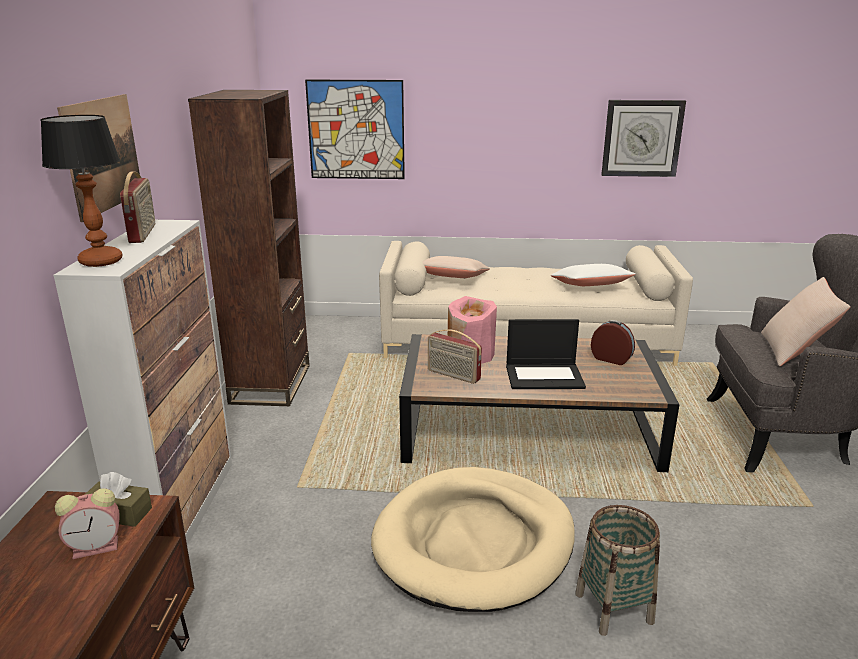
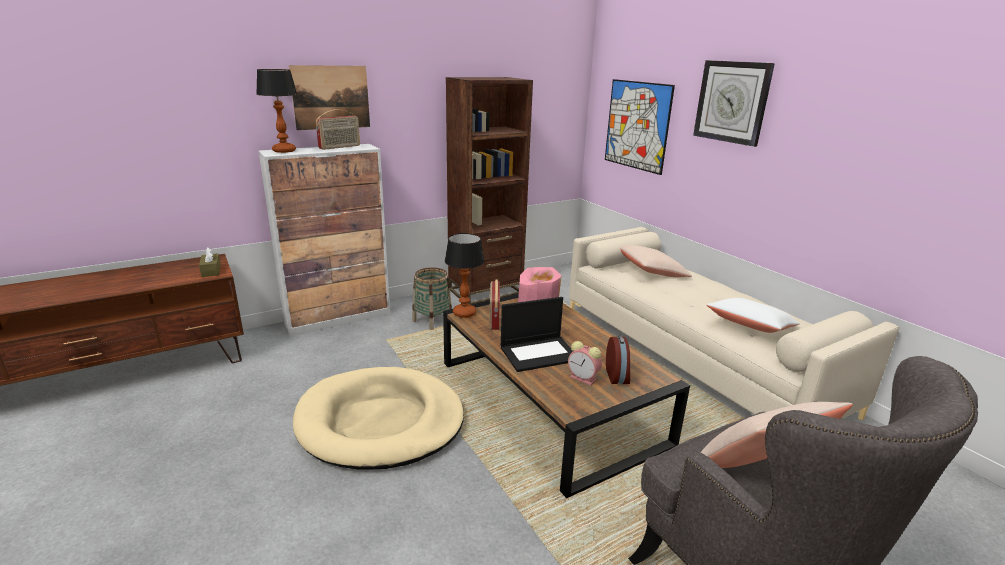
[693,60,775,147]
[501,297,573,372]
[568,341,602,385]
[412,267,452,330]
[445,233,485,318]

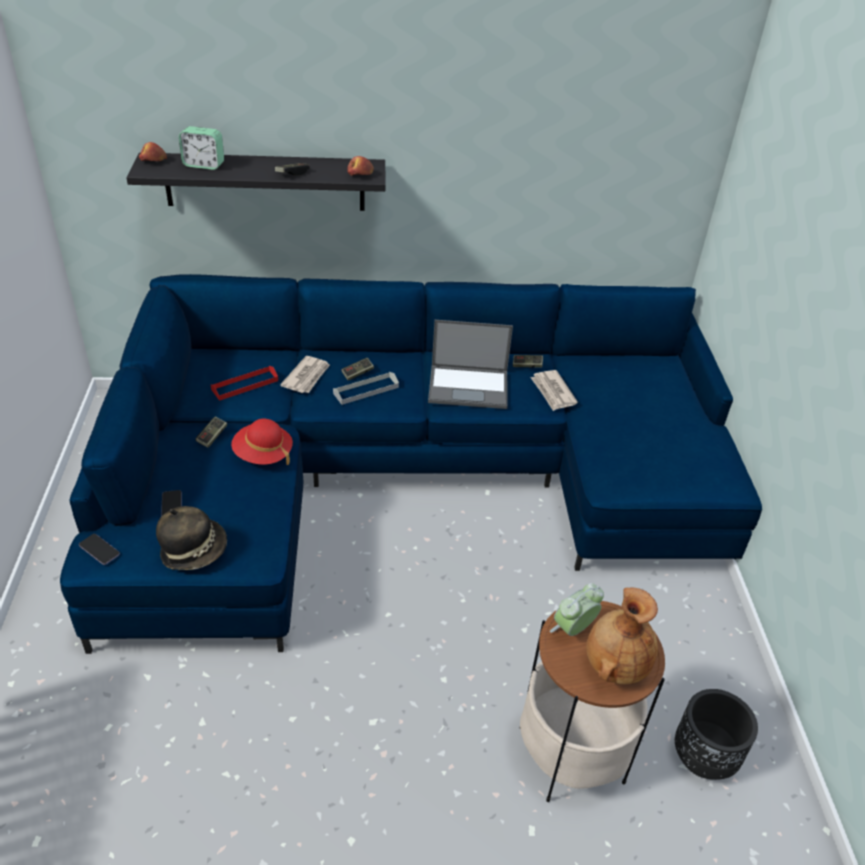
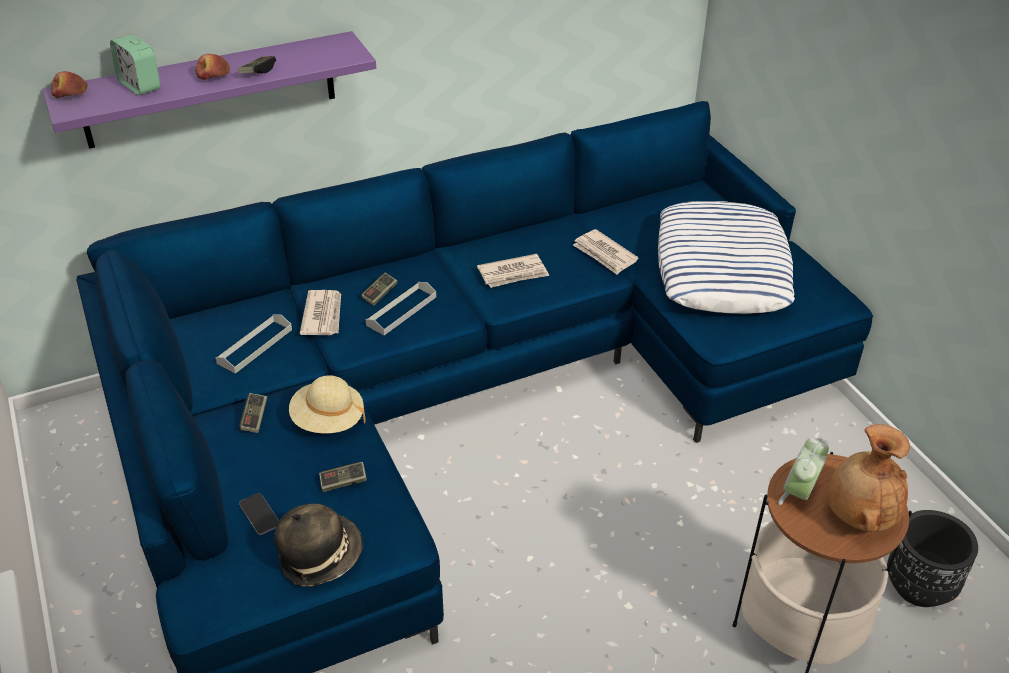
[110,35,160,95]
[42,31,376,149]
[195,54,230,80]
[477,254,549,288]
[319,462,367,492]
[215,315,292,374]
[289,375,366,433]
[79,534,120,565] (first image)
[658,201,795,314]

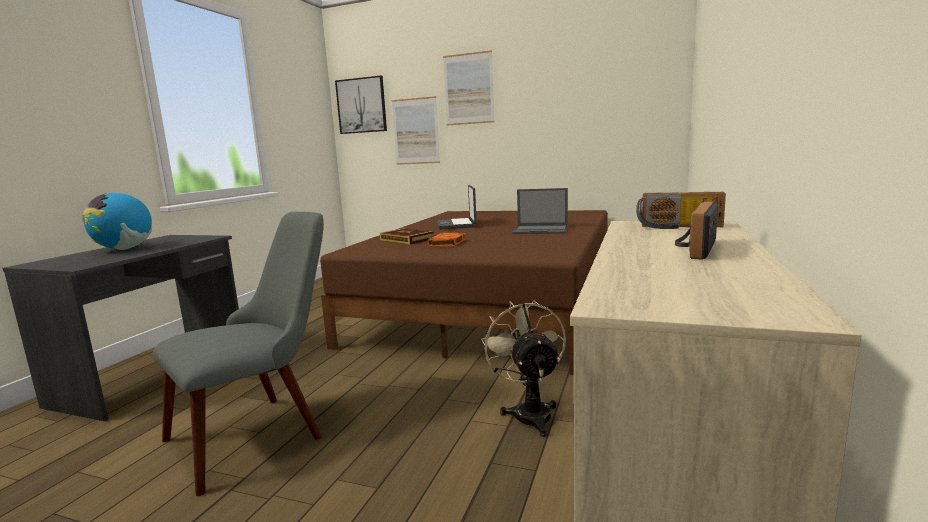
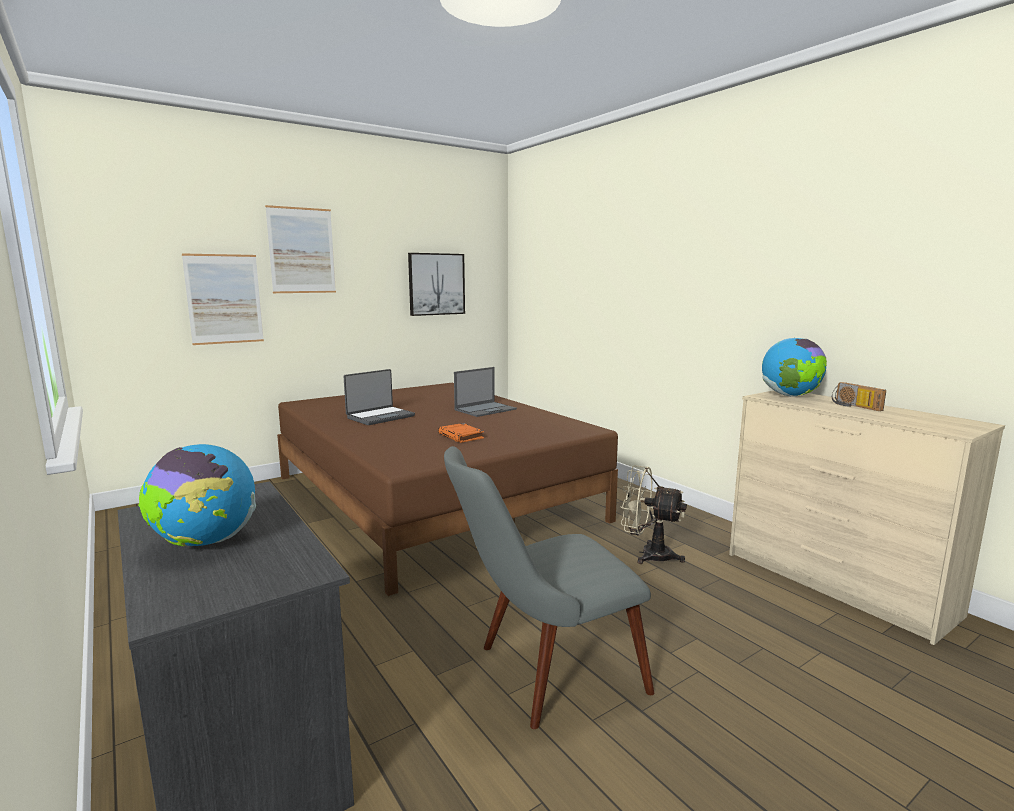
[408,253,465,316]
[343,369,415,425]
[762,338,827,397]
[444,446,654,729]
[380,228,434,244] (first image)

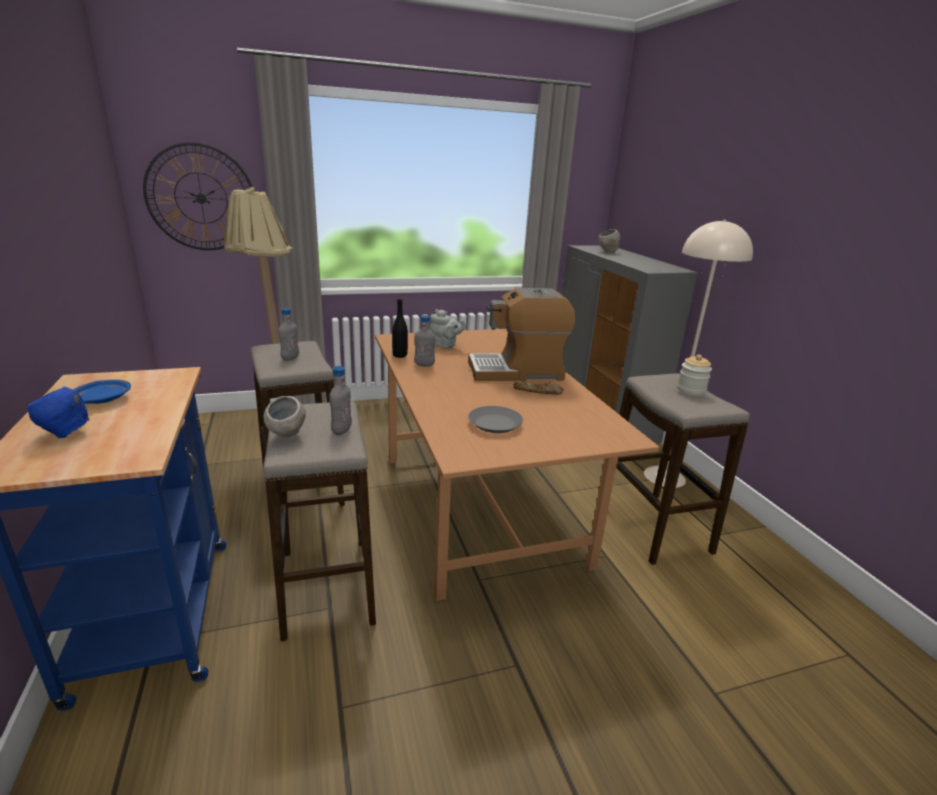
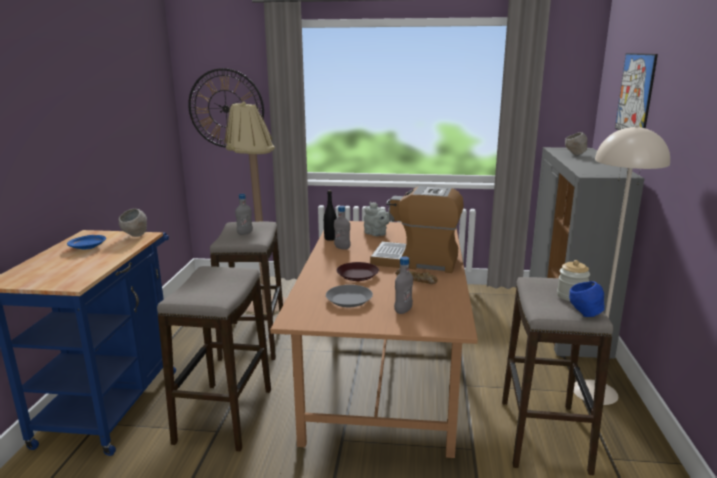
[394,256,413,314]
[569,281,605,317]
[119,208,147,237]
[615,53,658,130]
[337,262,379,281]

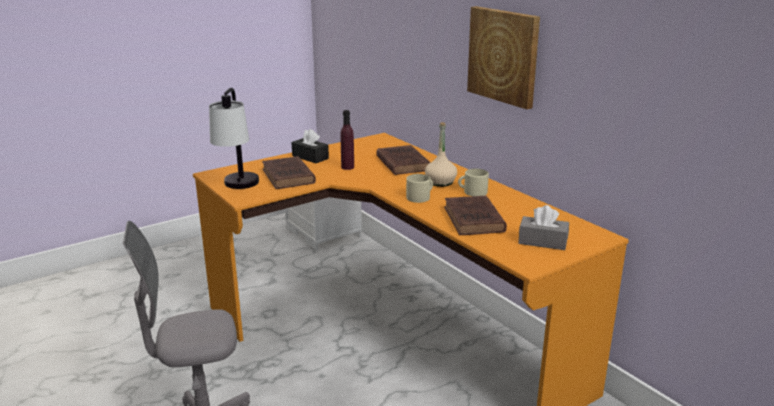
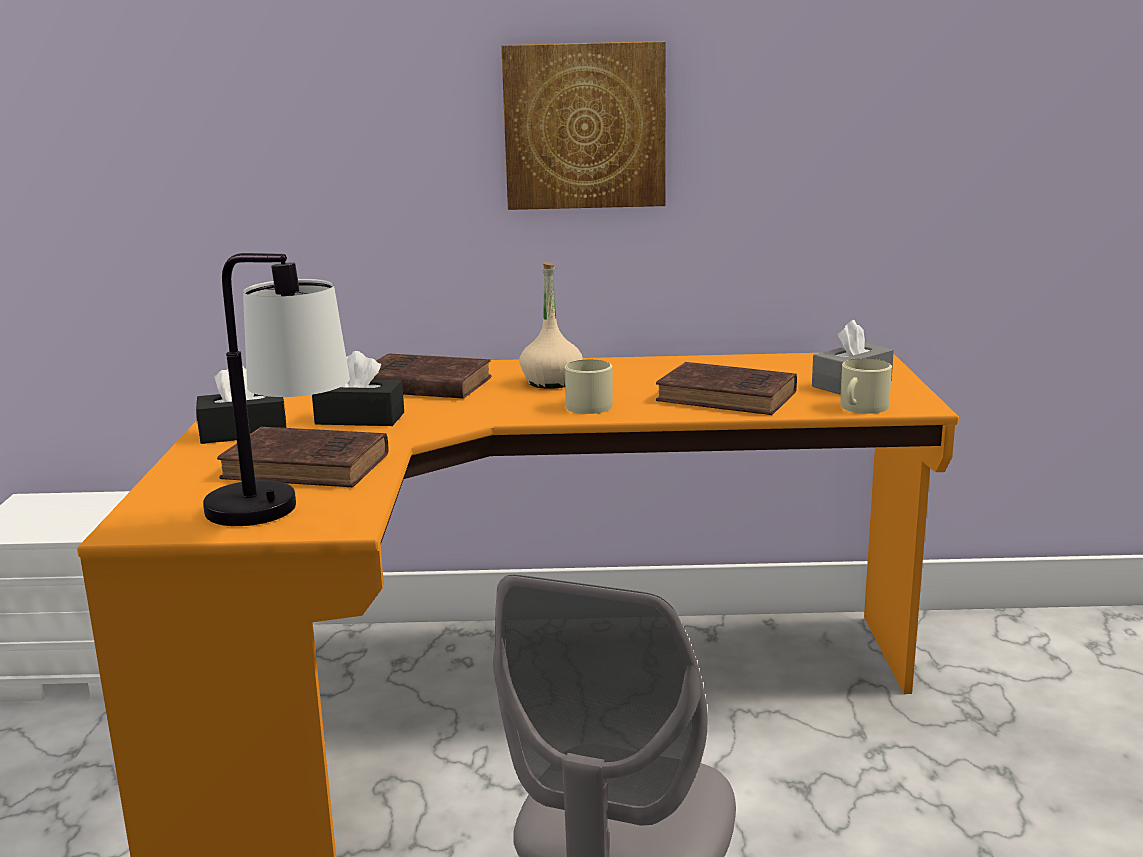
[312,351,404,426]
[840,358,892,414]

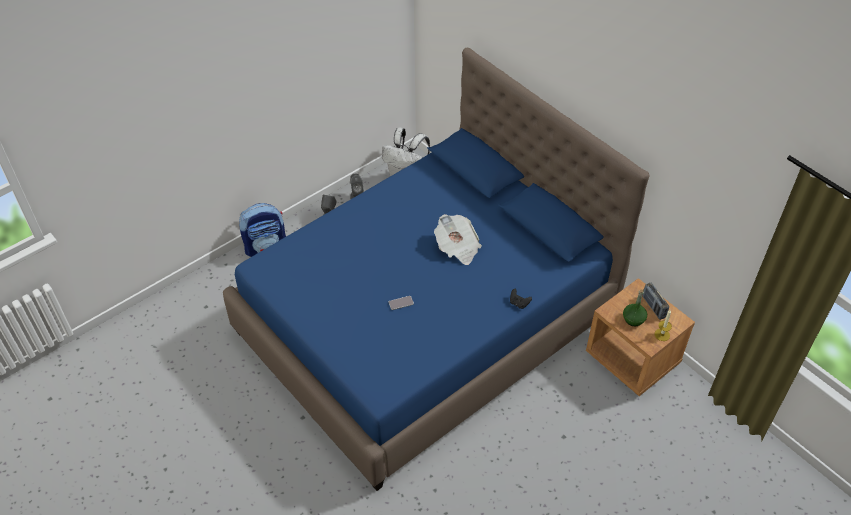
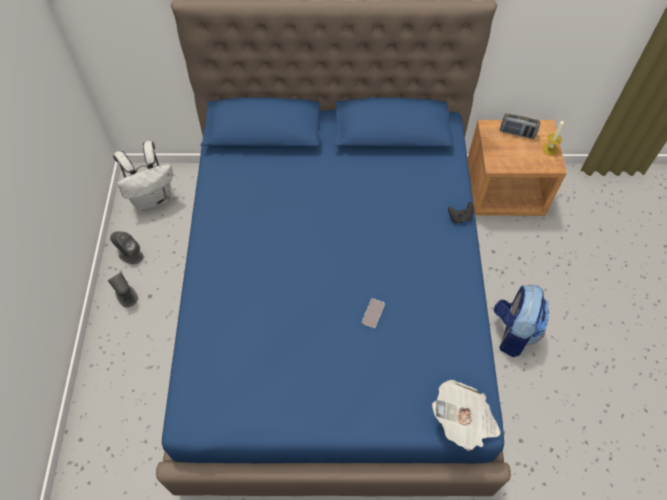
[494,284,549,357]
[432,380,501,451]
[623,290,647,326] (first image)

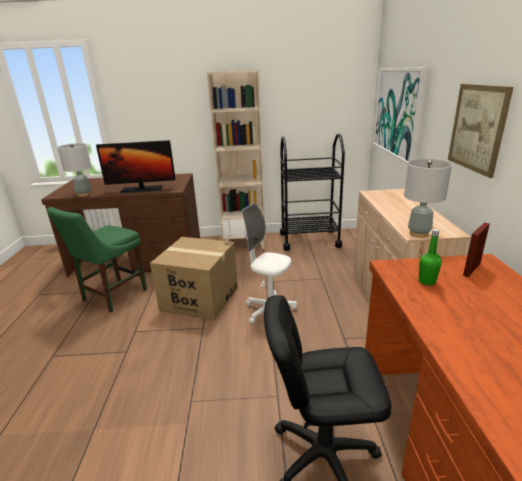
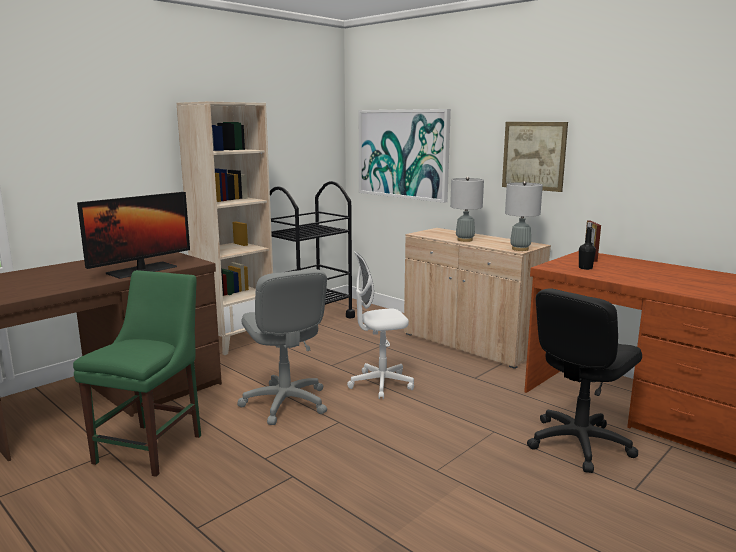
[450,177,484,242]
[73,270,201,477]
[579,222,596,270]
[237,269,327,425]

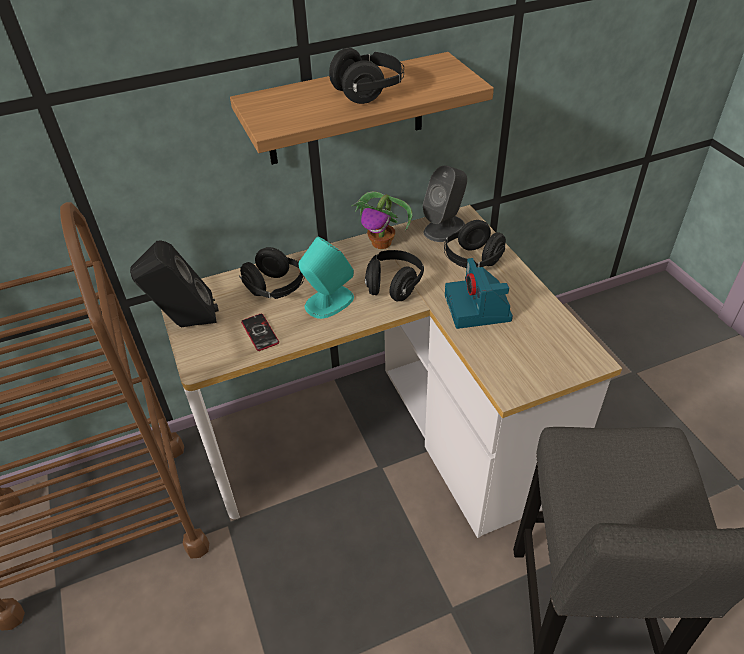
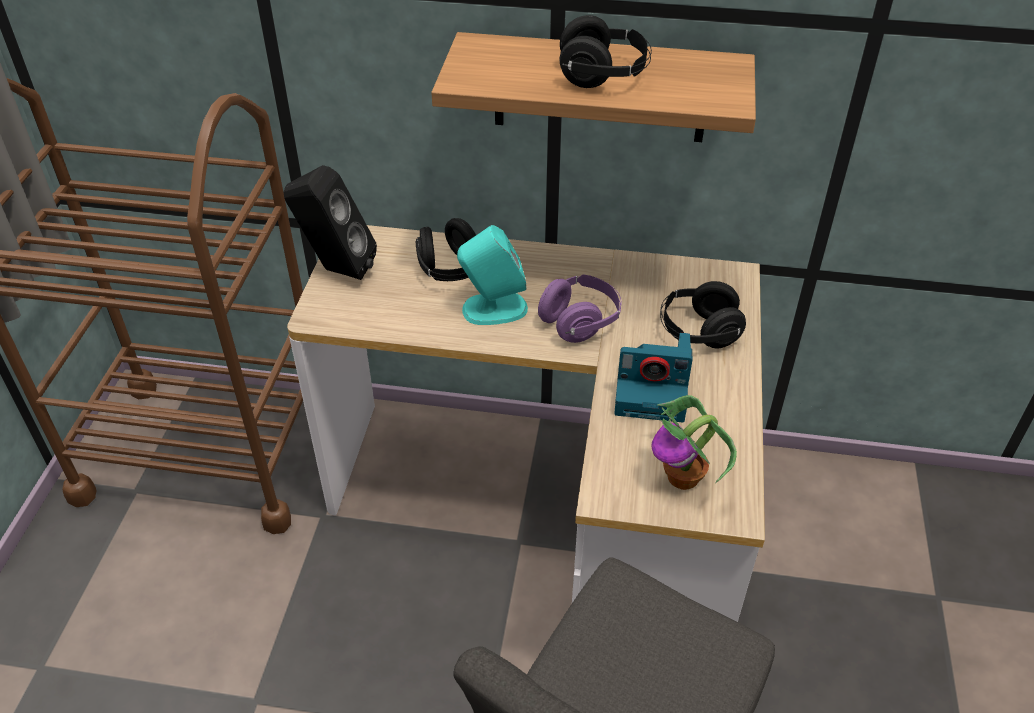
[423,165,467,242] (first image)
[651,395,737,490]
[538,274,622,343]
[614,333,693,422]
[241,314,279,351] (first image)

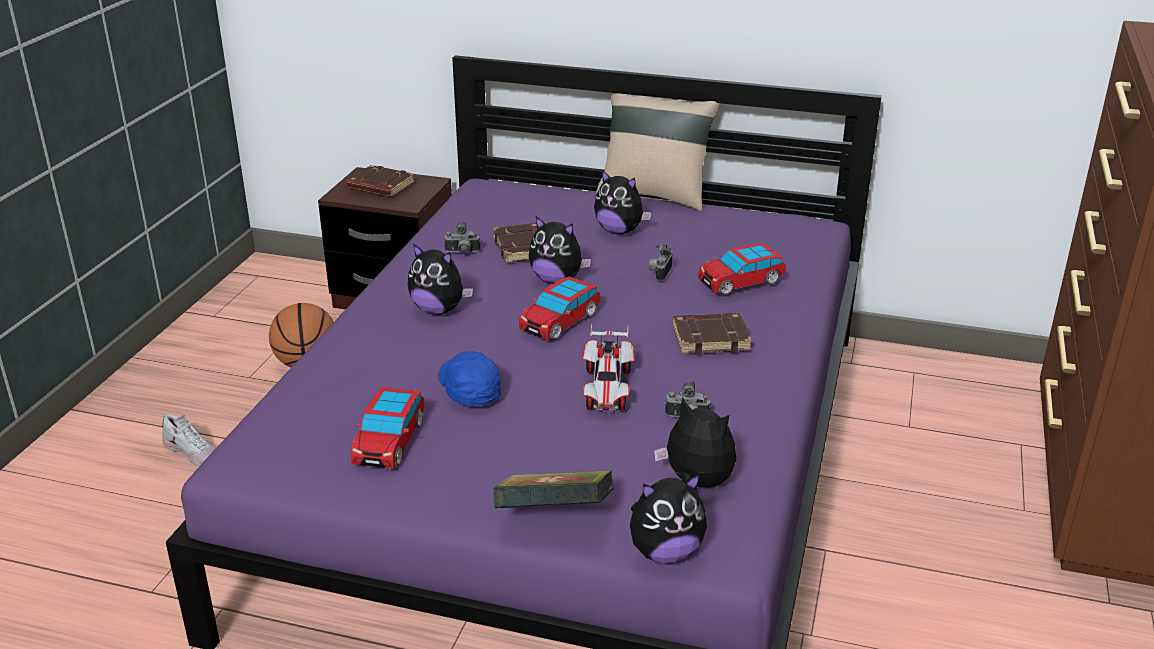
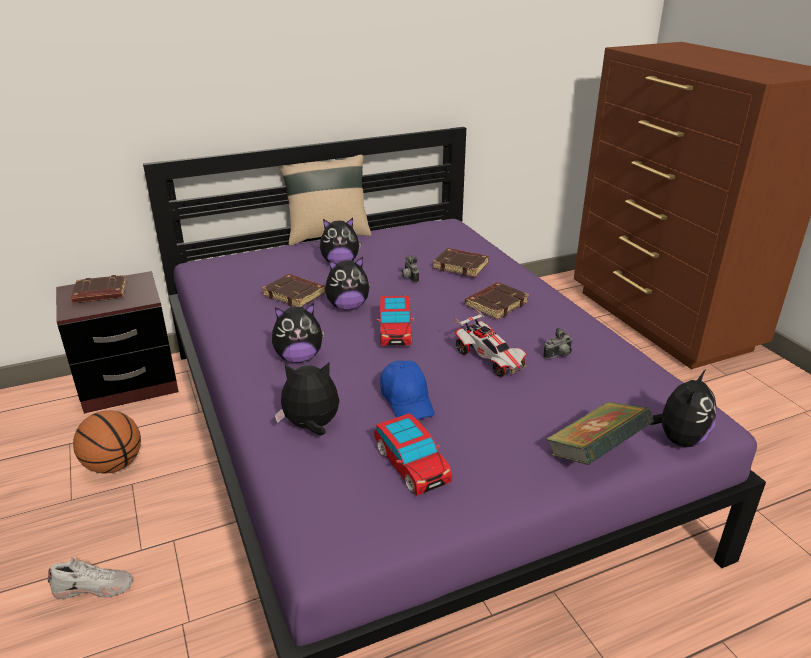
[444,222,481,253] (first image)
[433,248,489,277]
[380,360,435,420]
[275,363,339,436]

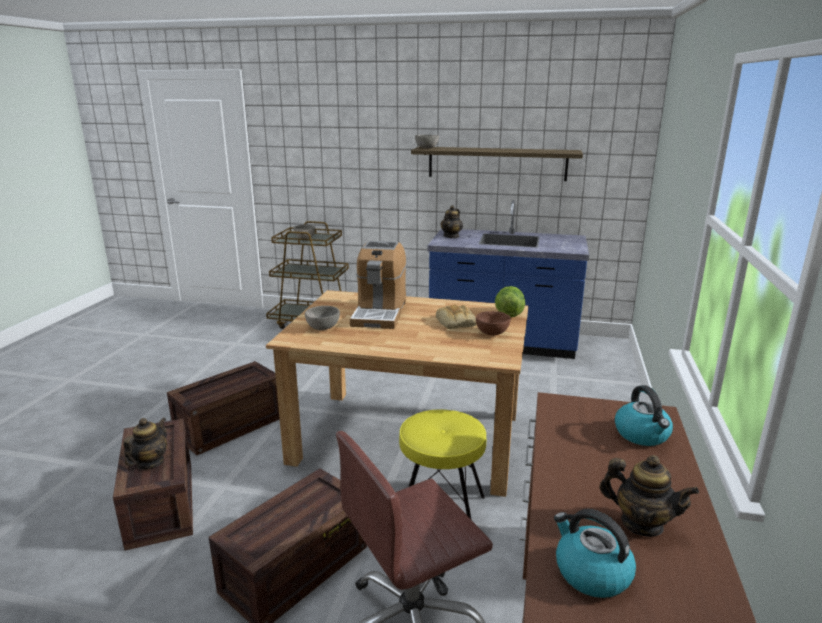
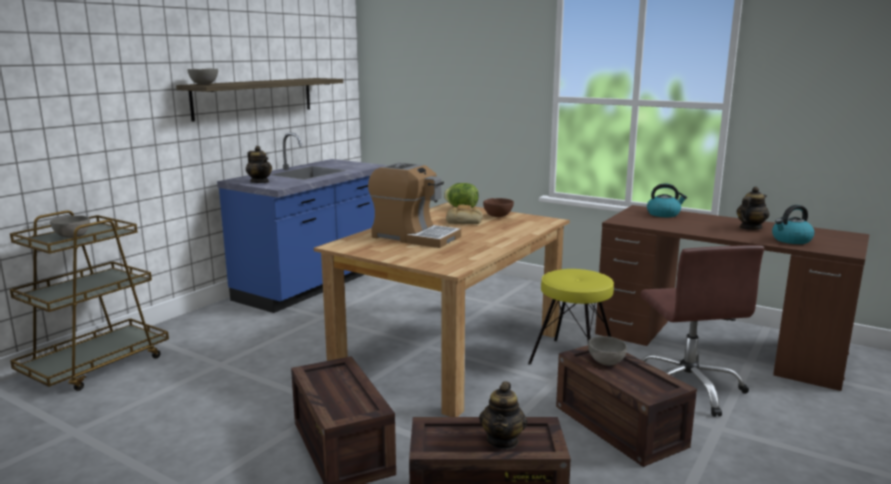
[588,336,627,366]
[479,382,527,450]

